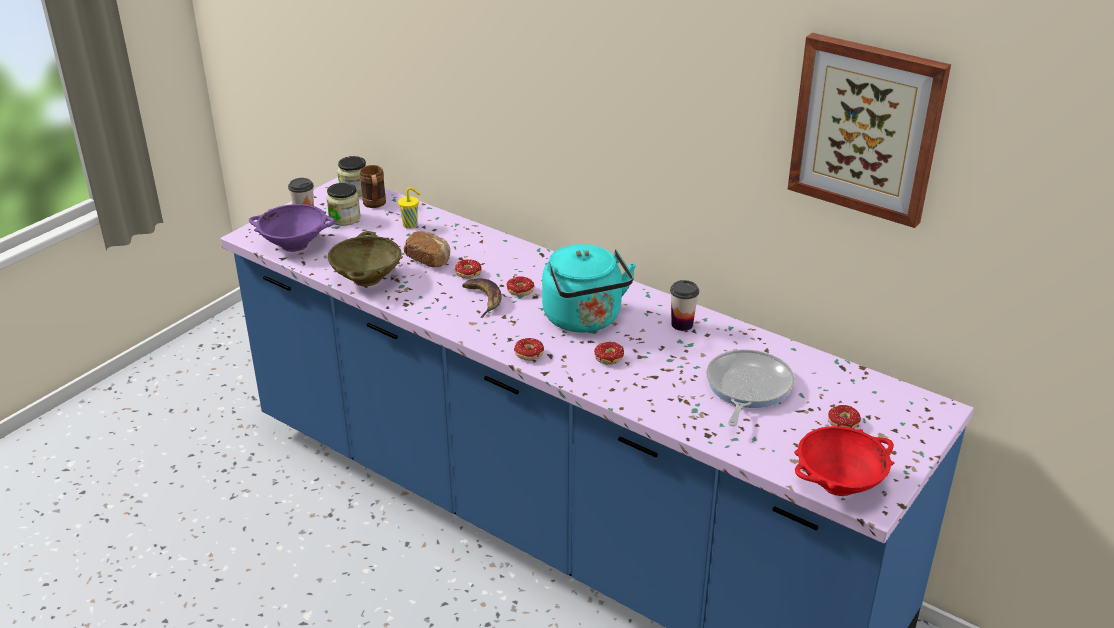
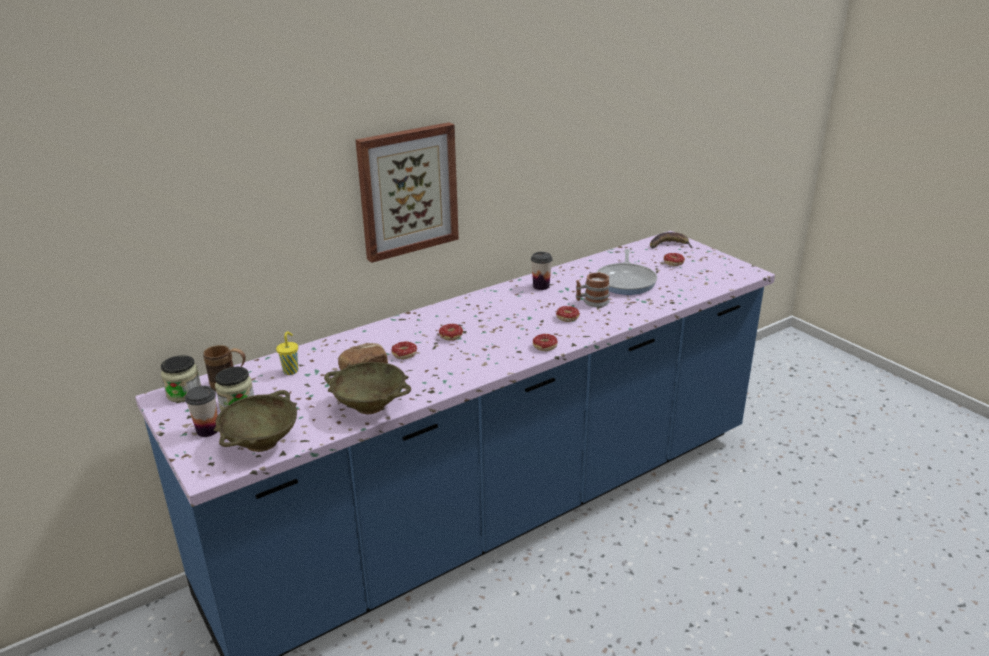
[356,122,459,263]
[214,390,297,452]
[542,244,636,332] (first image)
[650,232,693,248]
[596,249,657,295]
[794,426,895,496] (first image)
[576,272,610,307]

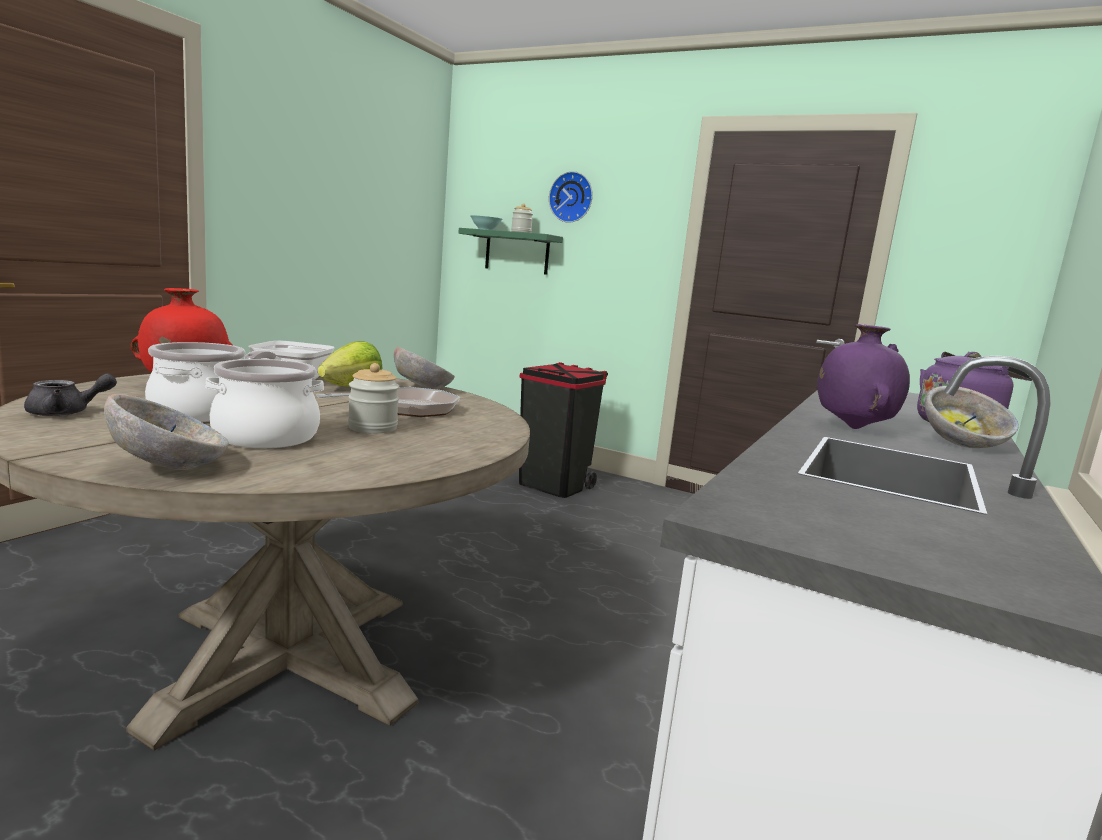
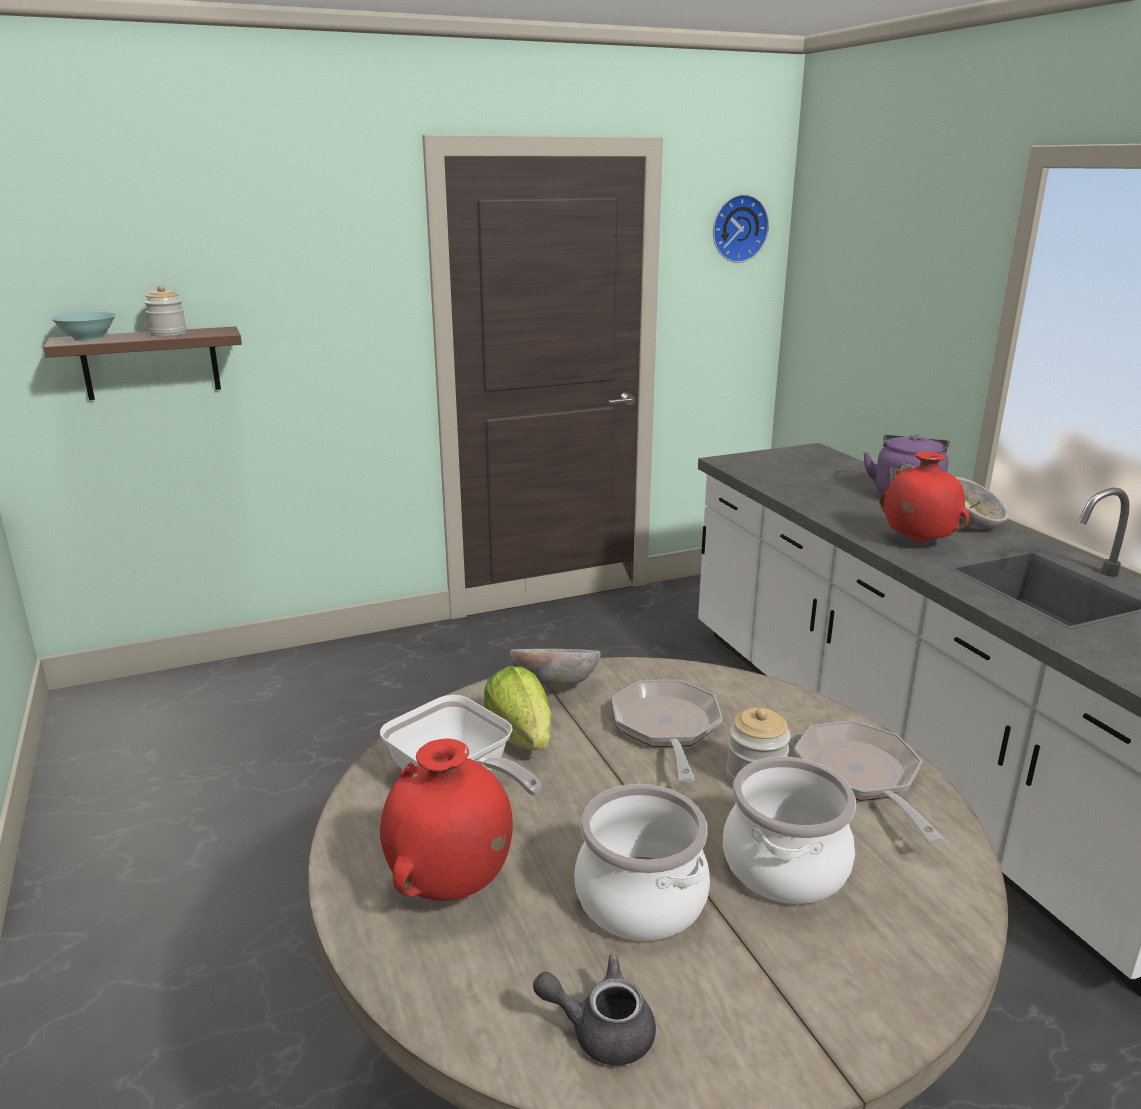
[713,194,769,263]
[43,326,242,400]
[879,452,970,543]
[519,362,608,498] (first image)
[533,955,656,1066]
[104,394,229,470] (first image)
[794,721,944,843]

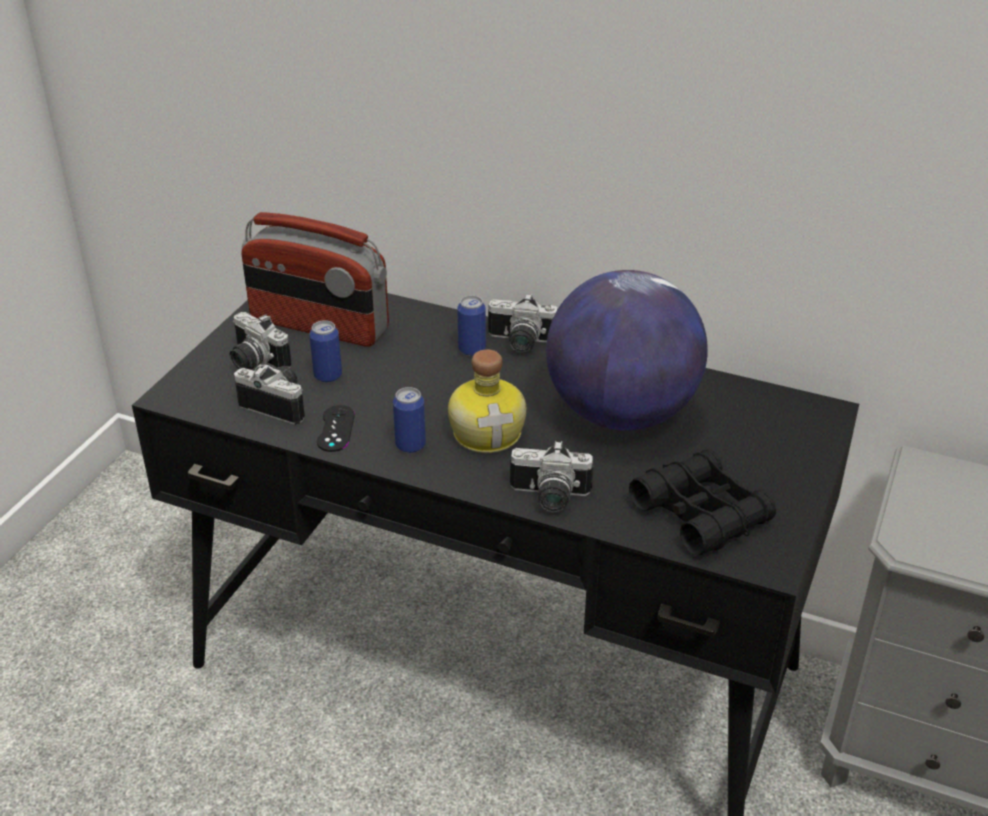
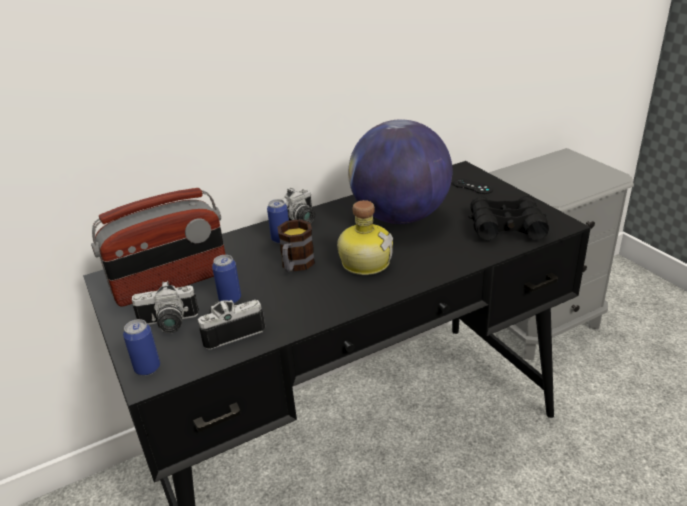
[123,319,160,376]
[453,179,493,194]
[510,441,593,512] (first image)
[278,219,315,272]

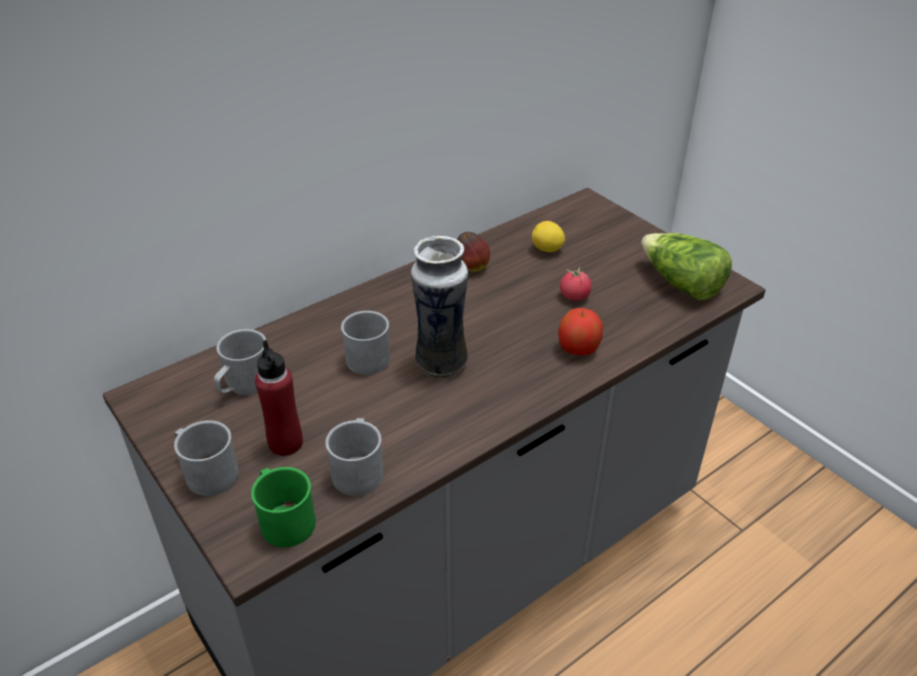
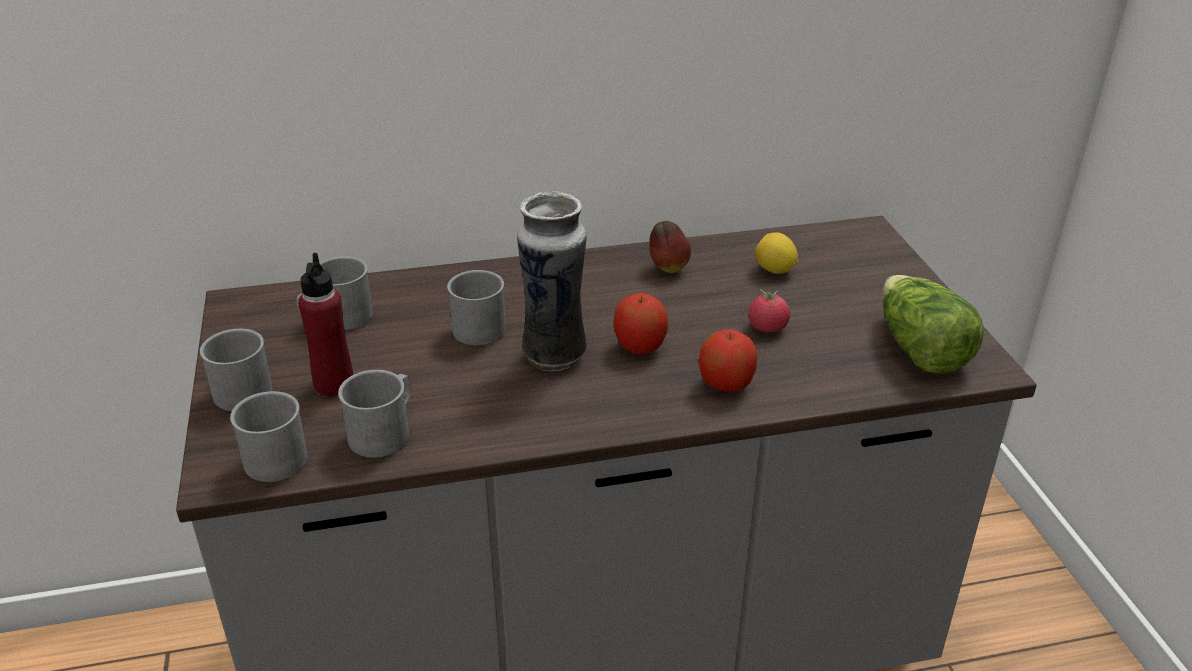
[230,391,308,482]
[613,293,668,355]

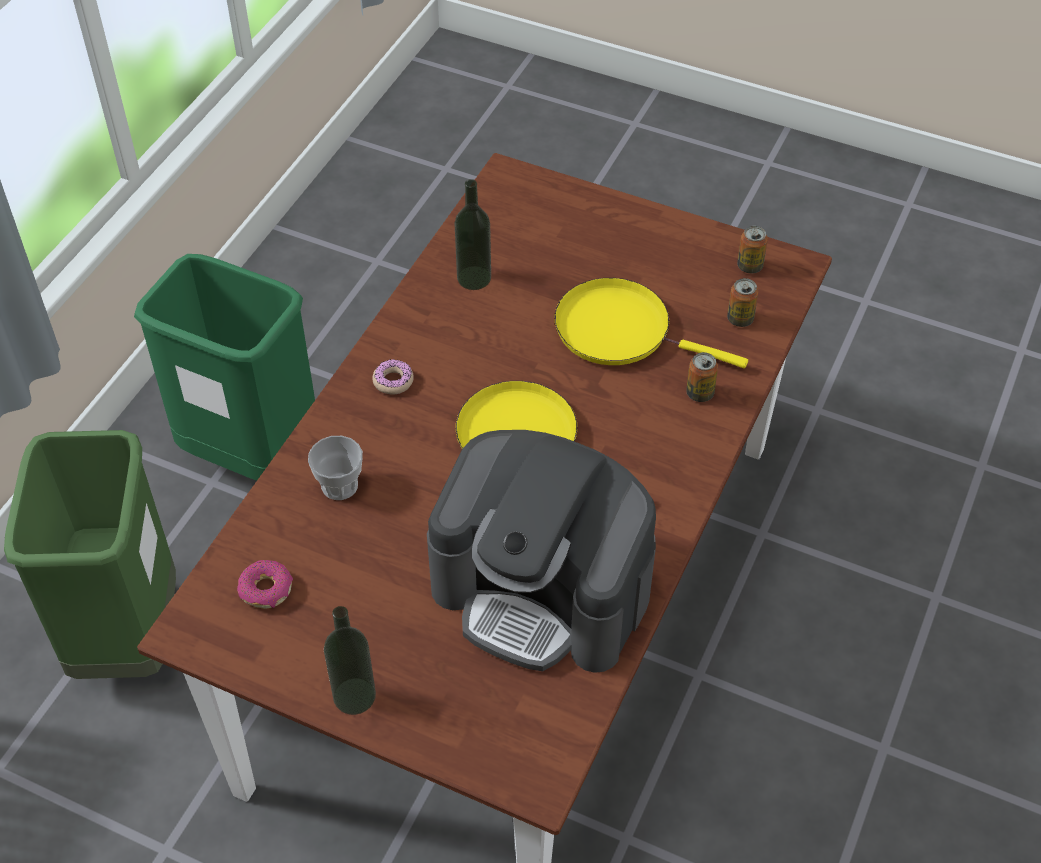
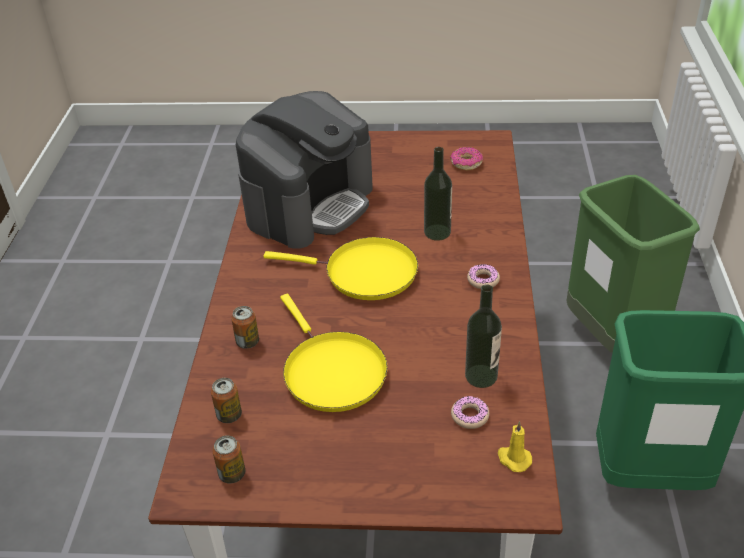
[280,294,388,412]
[236,91,373,249]
[308,436,363,500] (first image)
[424,147,452,241]
[451,396,489,429]
[498,421,532,472]

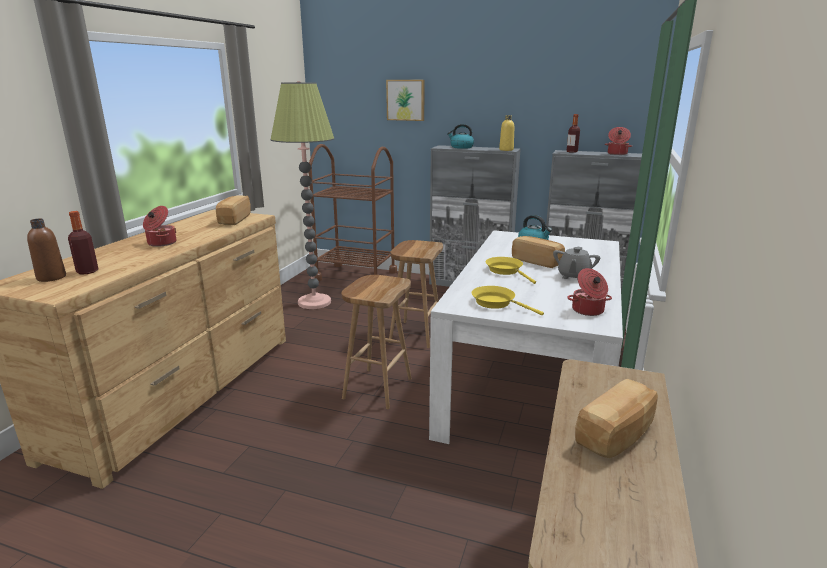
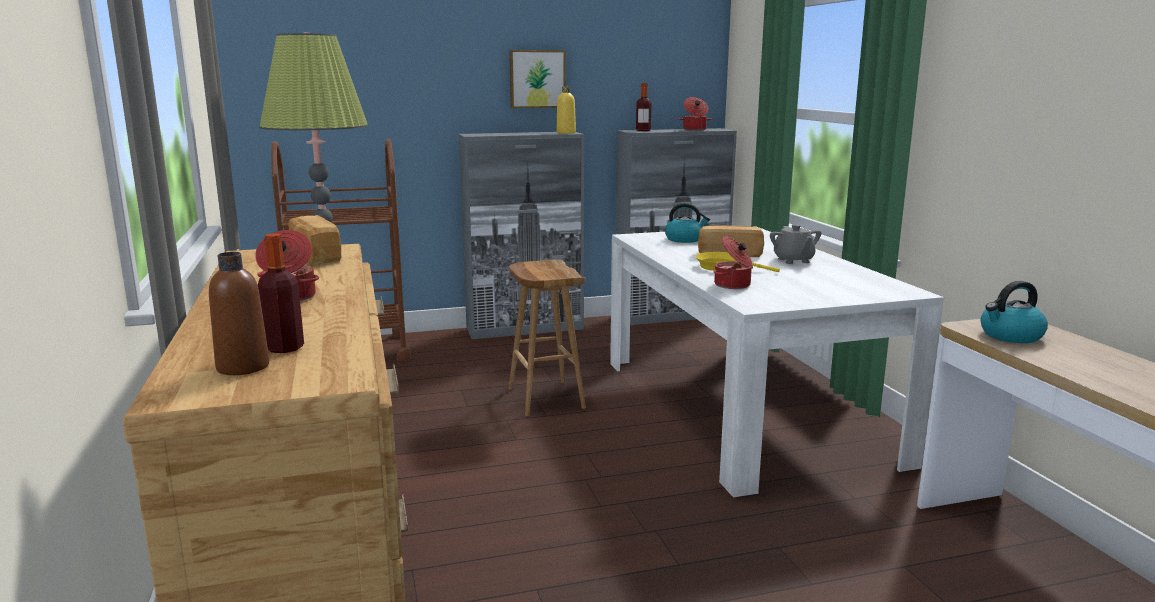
[509,50,566,108]
[981,281,1048,343]
[713,236,753,289]
[341,275,412,409] (first image)
[472,286,544,316] (first image)
[575,379,658,458] (first image)

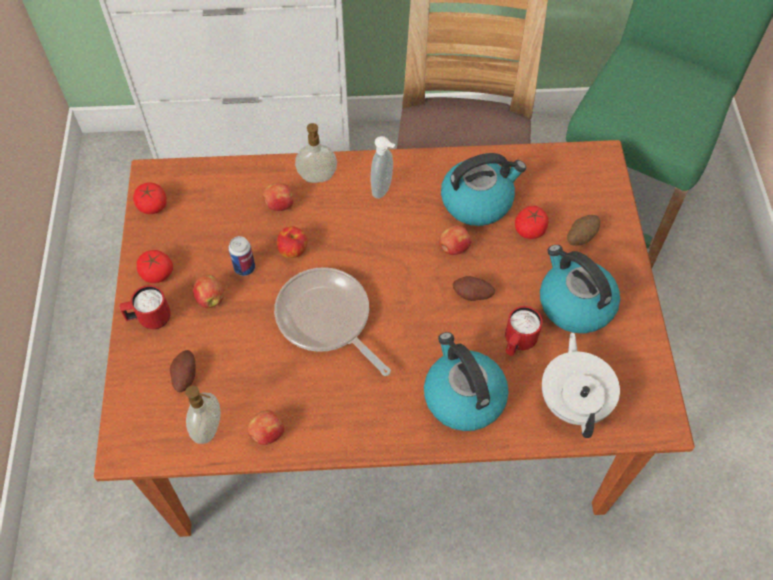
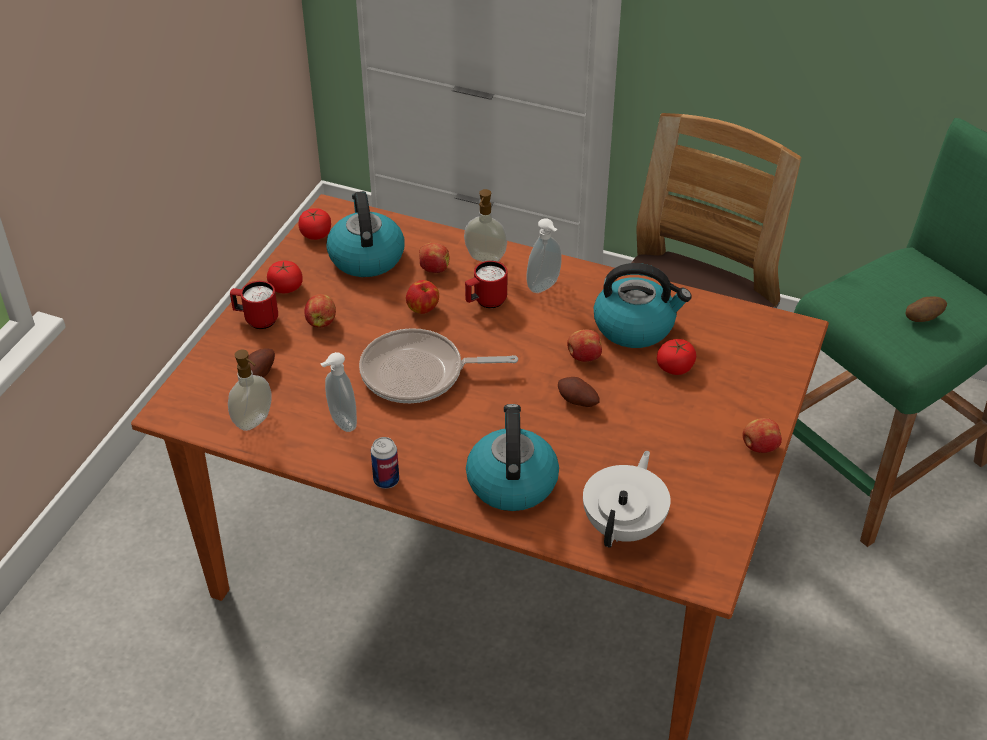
[906,296,947,322]
[371,437,399,489]
[326,191,404,277]
[359,328,518,403]
[465,261,507,308]
[742,418,782,453]
[321,352,357,432]

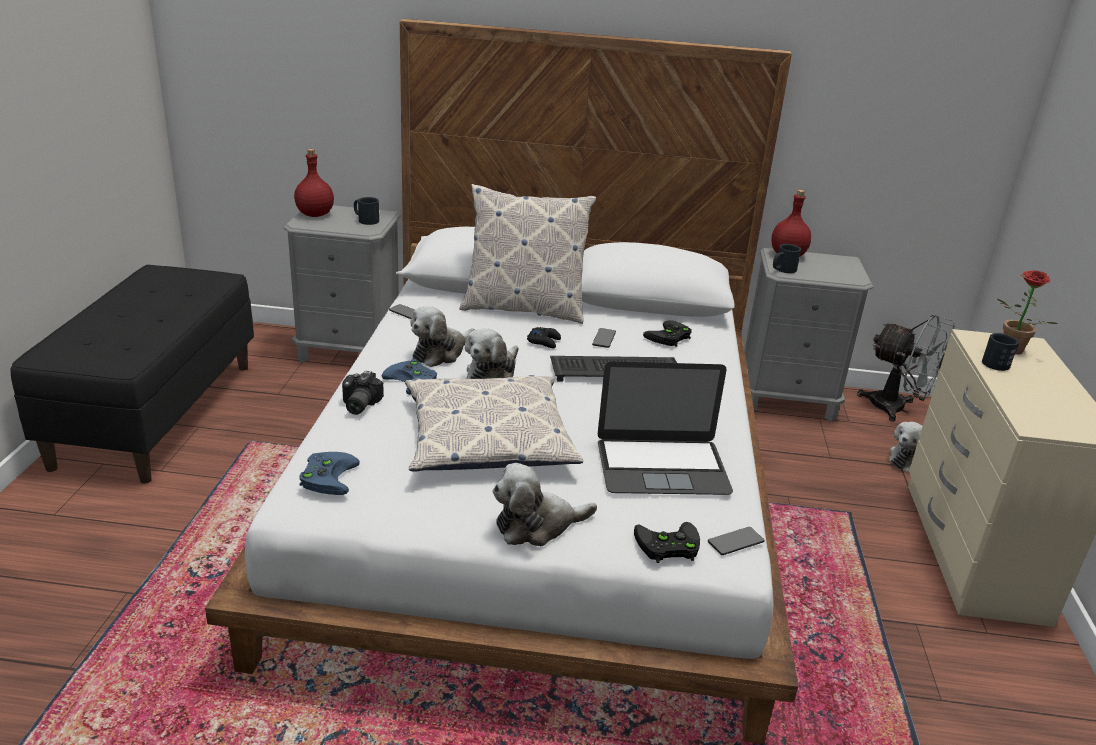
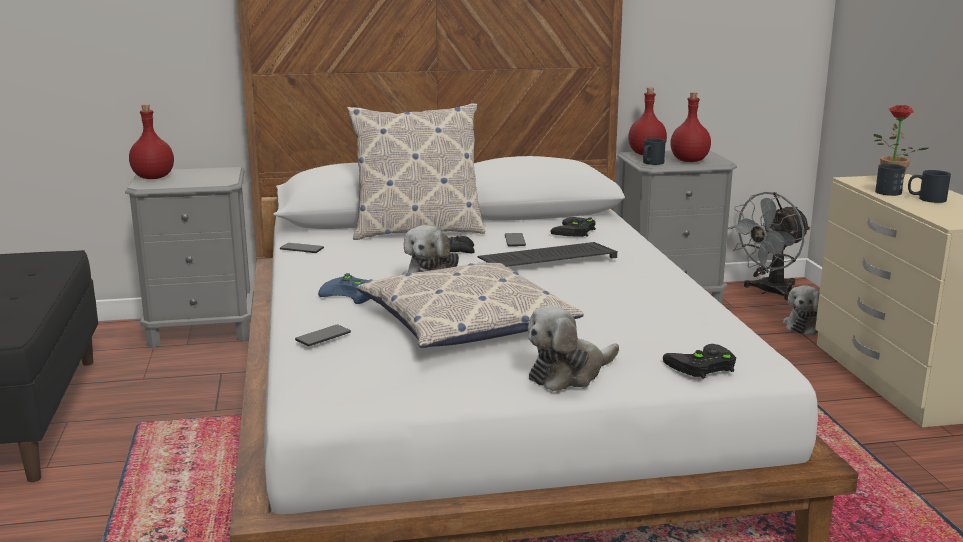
[908,170,951,203]
[410,306,475,367] (first image)
[728,192,811,300]
[598,361,733,495] (first image)
[342,371,384,415] (first image)
[299,452,360,495] (first image)
[295,325,351,346]
[670,92,711,162]

